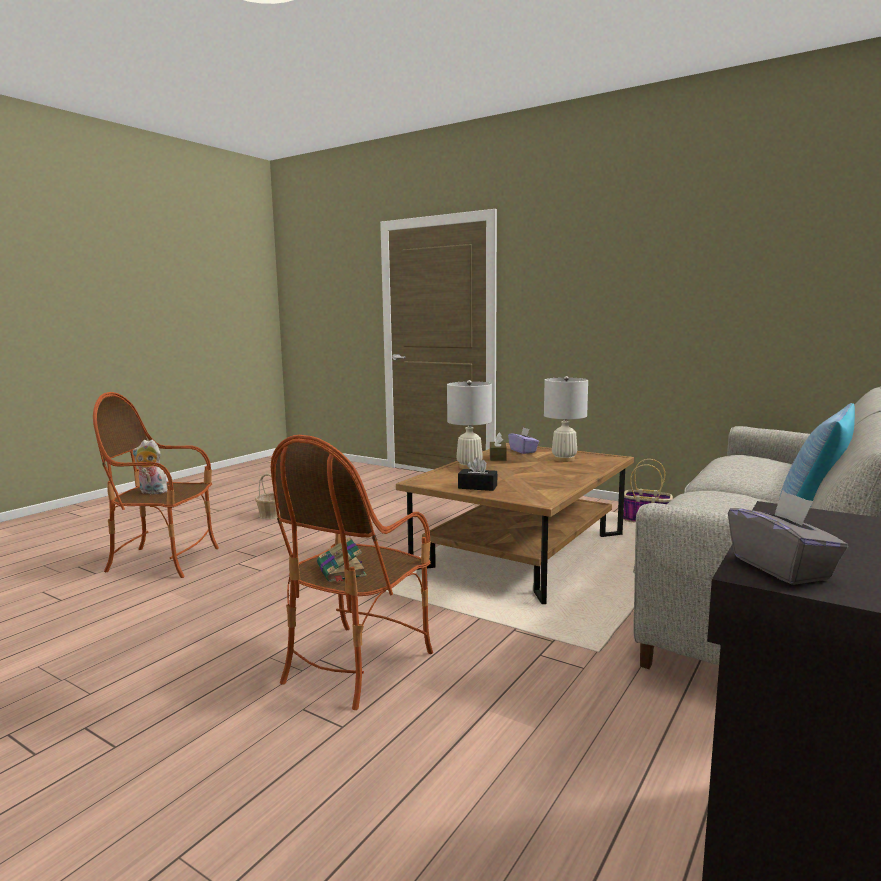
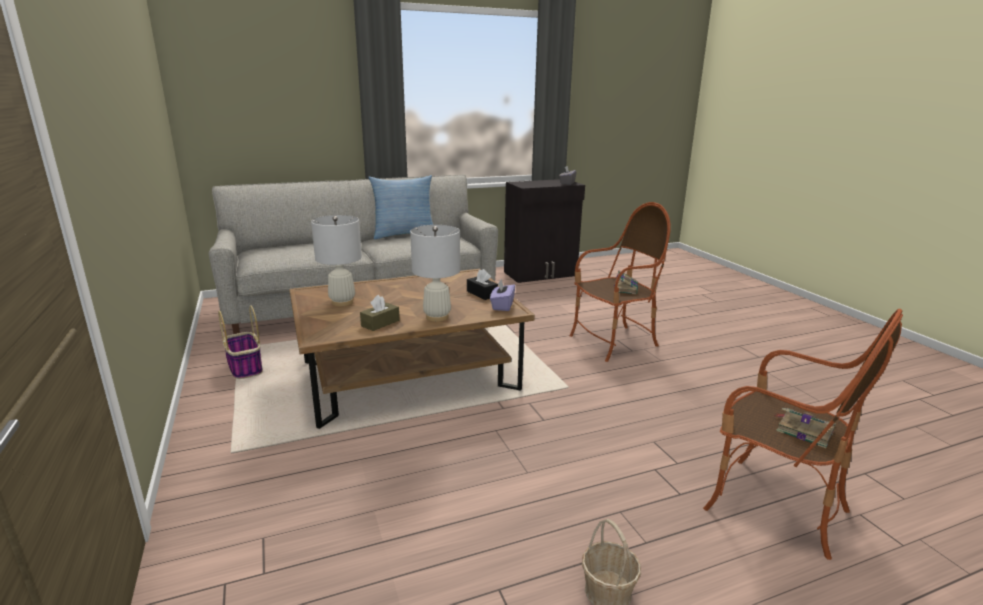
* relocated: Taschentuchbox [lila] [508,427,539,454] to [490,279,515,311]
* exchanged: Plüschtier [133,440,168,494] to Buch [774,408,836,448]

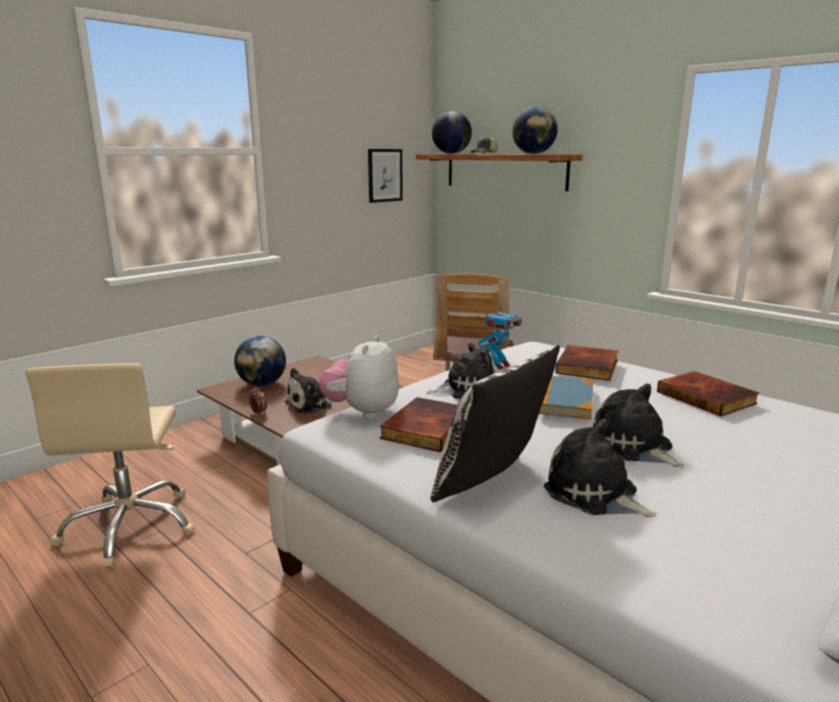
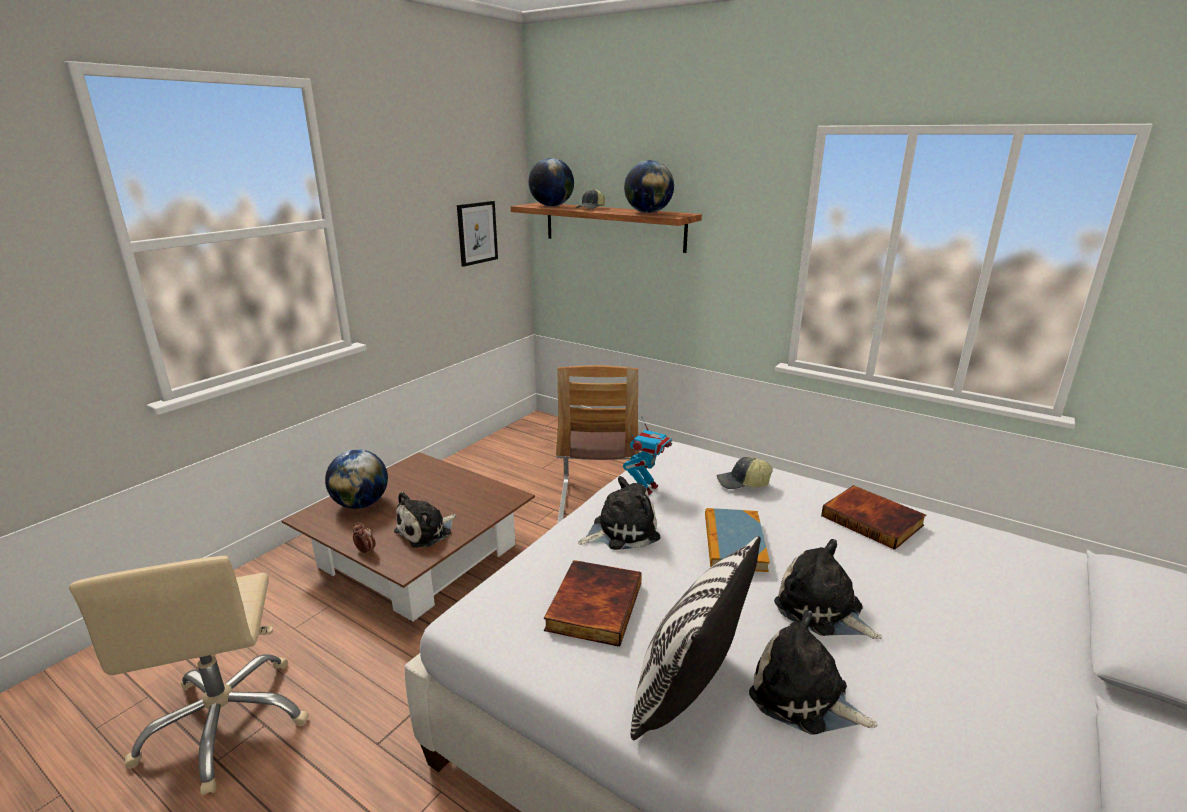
* missing: Plüschtier [319,335,399,419]
* exchanged: Buch [556,345,618,381] to Kappe [717,457,773,489]

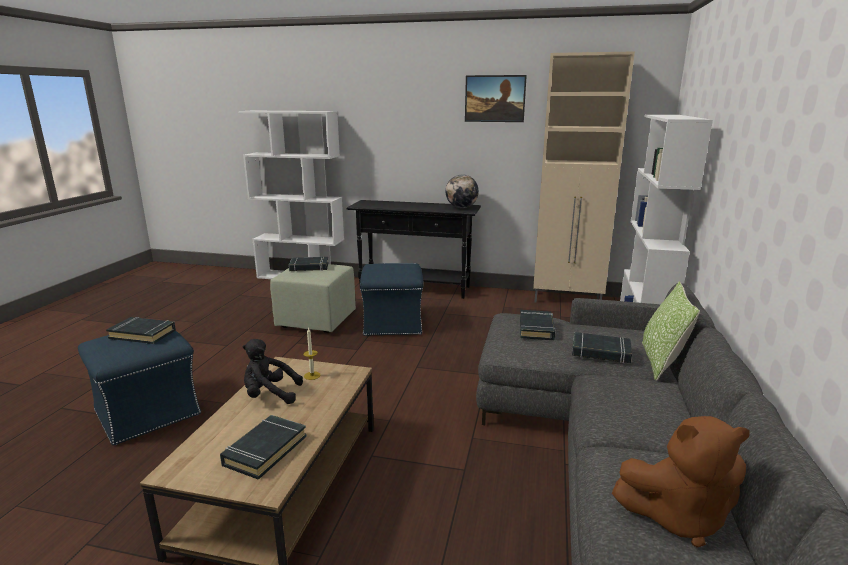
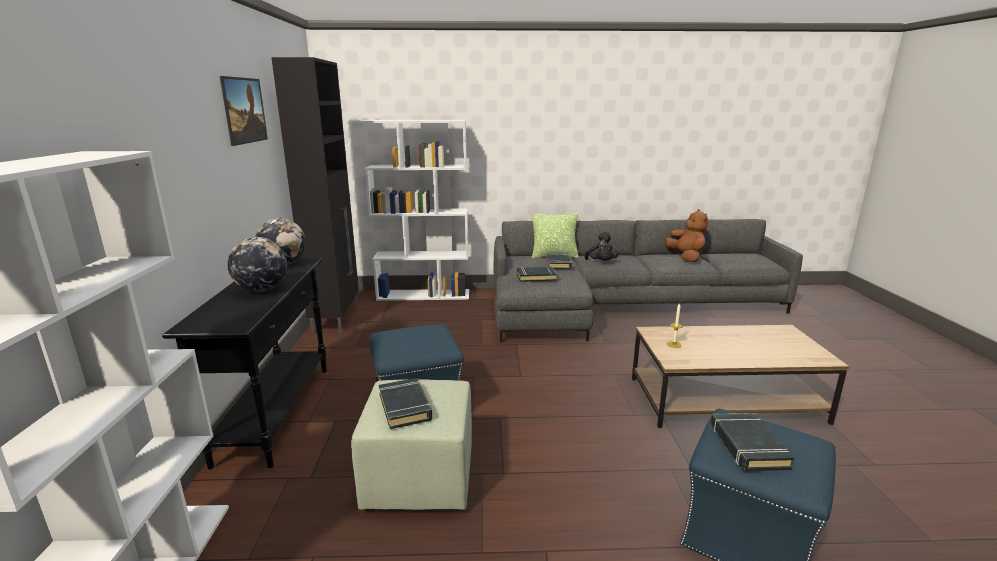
* colour: Schrank [beige] [533,51,635,303] to Schrank [schwarz] [271,57,359,333]
* relocated: Plüschtier [schwarz] [242,339,303,404] to [585,232,619,261]
* missing: Buch [schwarz] [220,415,307,480]
* appeared: Globus [227,237,287,292]

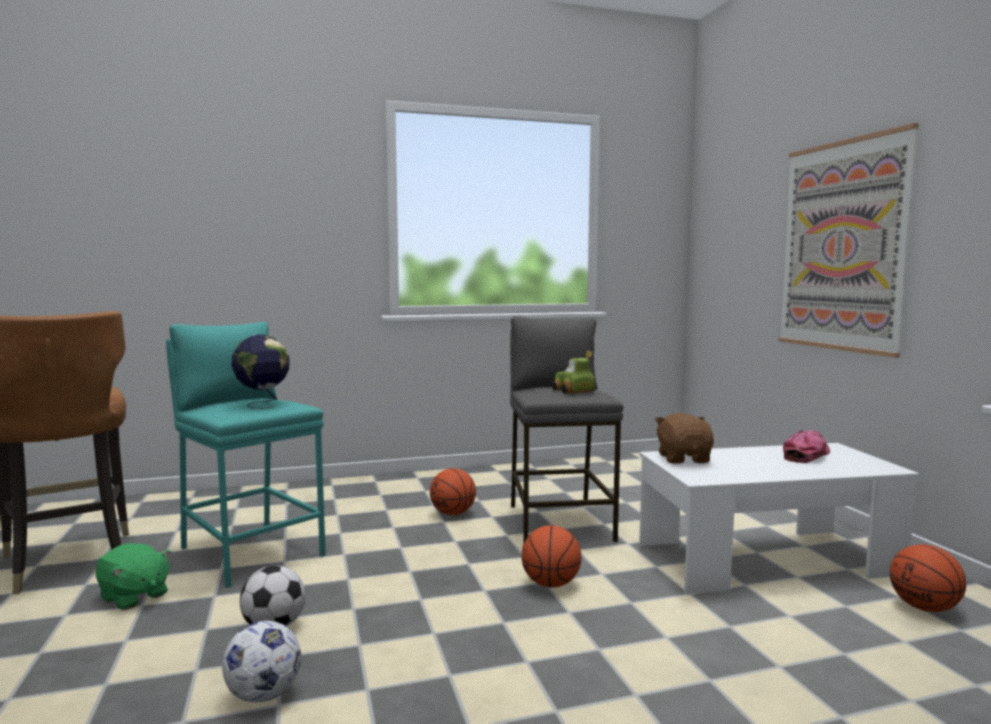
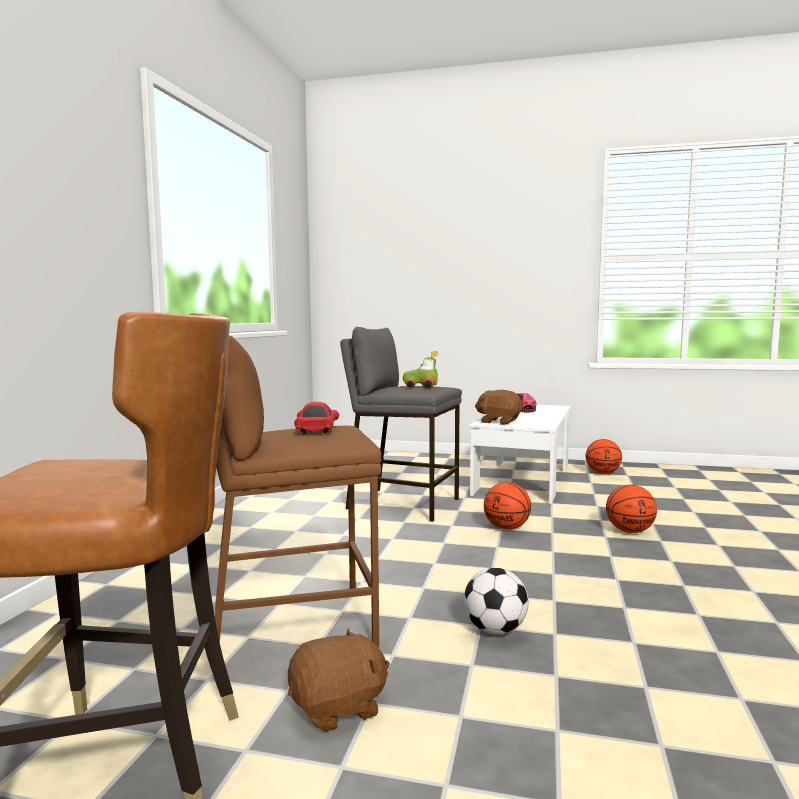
* missing: Bild [779,123,919,358]
* colour: Hocker [türkis] [166,322,326,588] to Hocker [braun] [215,336,381,647]
* exchanged: Globus [231,334,290,409] to Spielzeugauto [rot] [294,402,339,434]
* relocated: Basketball [430,468,476,515] to [606,485,657,533]
* colour: Plüschtier [grün] [96,543,171,610] to Plüschtier [braun] [288,628,390,732]
* missing: Fußball [222,621,301,702]

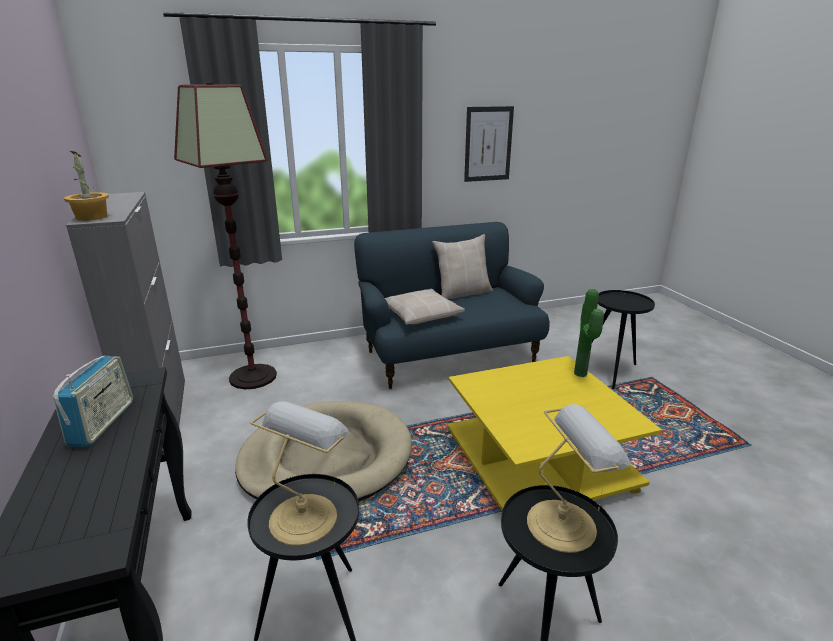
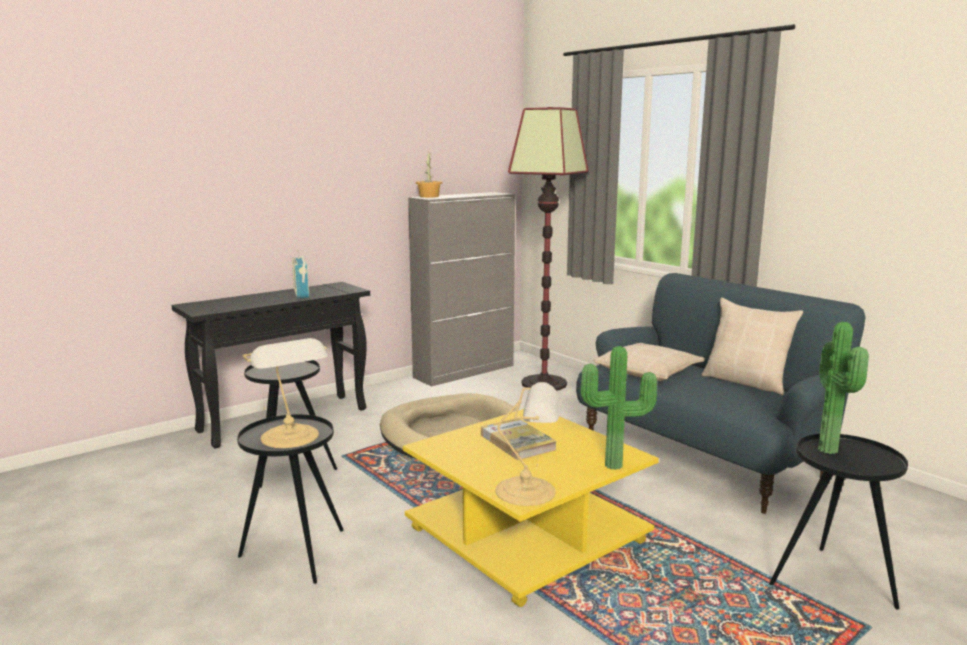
* missing: Bild [464,106,514,182]
* spun: Radio [53,356,134,447] = [292,250,309,299] 90 degrees clockwise
* relocated: Tischlampe [250,402,349,546] to [496,382,561,506]
* appeared: Topfpflanze [818,322,869,454]
* appeared: Buch [481,418,557,460]

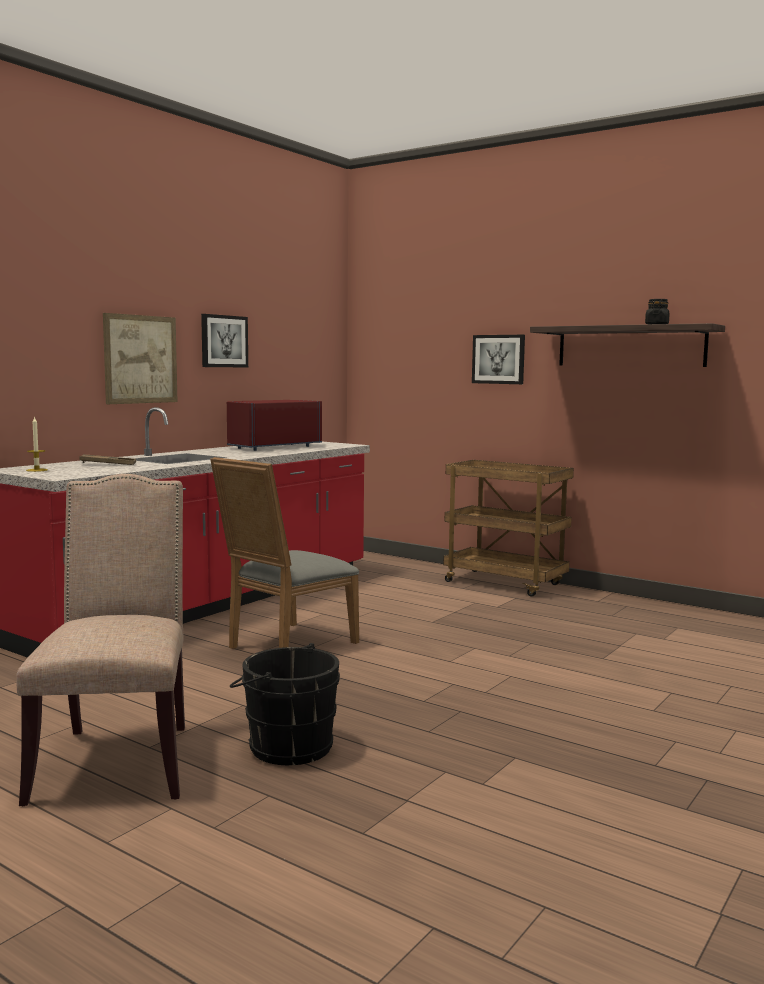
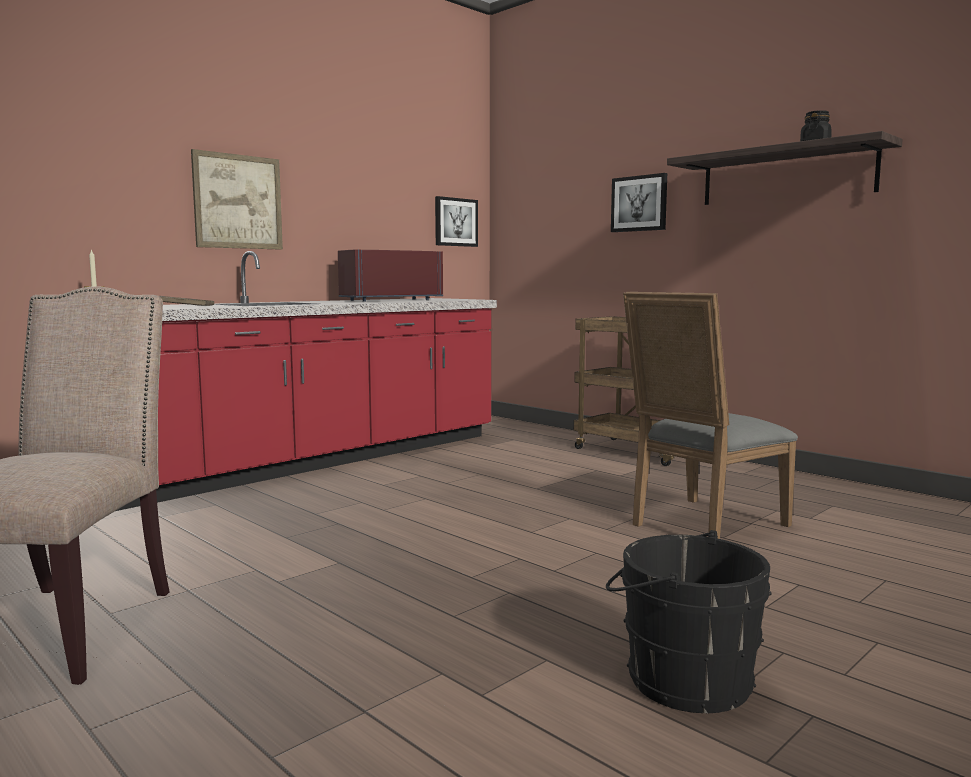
* relocated: Bild [201,314,248,367] to [435,196,478,247]
* relocated: Stuhl [grau] [210,457,359,649] to [623,292,798,539]
* relocated: Eimer [schwarz] [230,643,340,765] to [606,530,772,713]

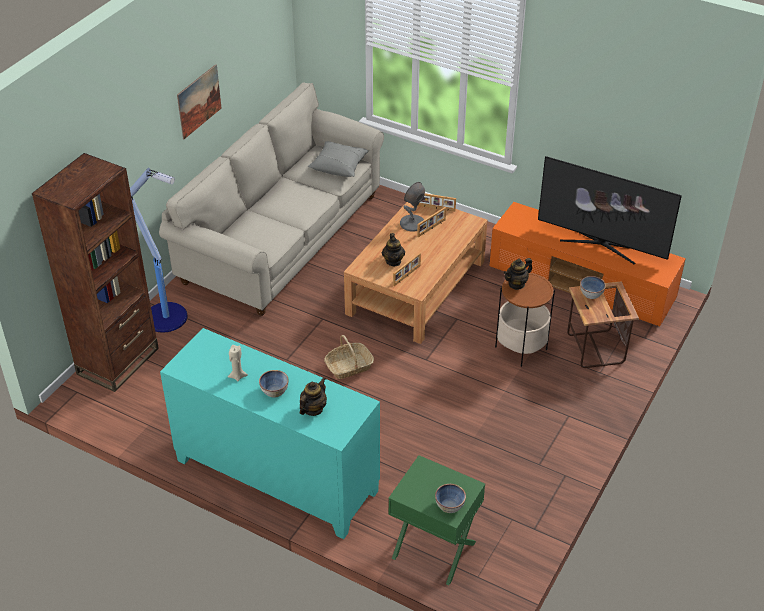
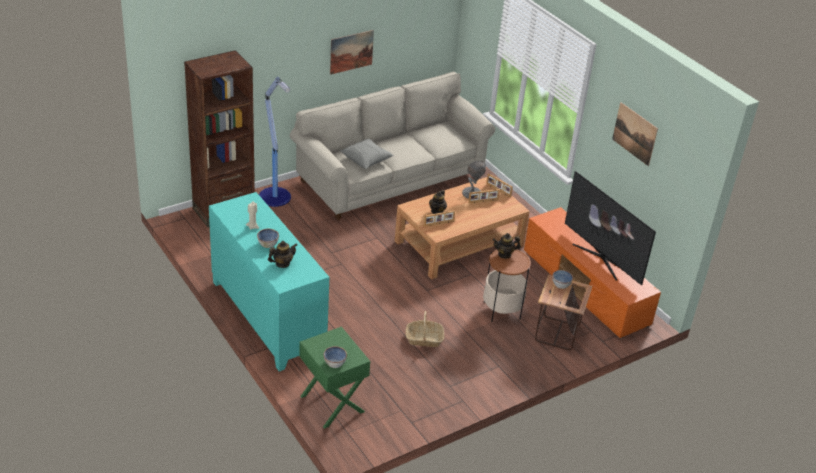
* relocated: Kissen [grau] [308,141,369,177] to [340,139,394,169]
* relocated: Korb [324,335,374,379] to [405,311,444,347]
* appeared: Bild [612,102,658,166]

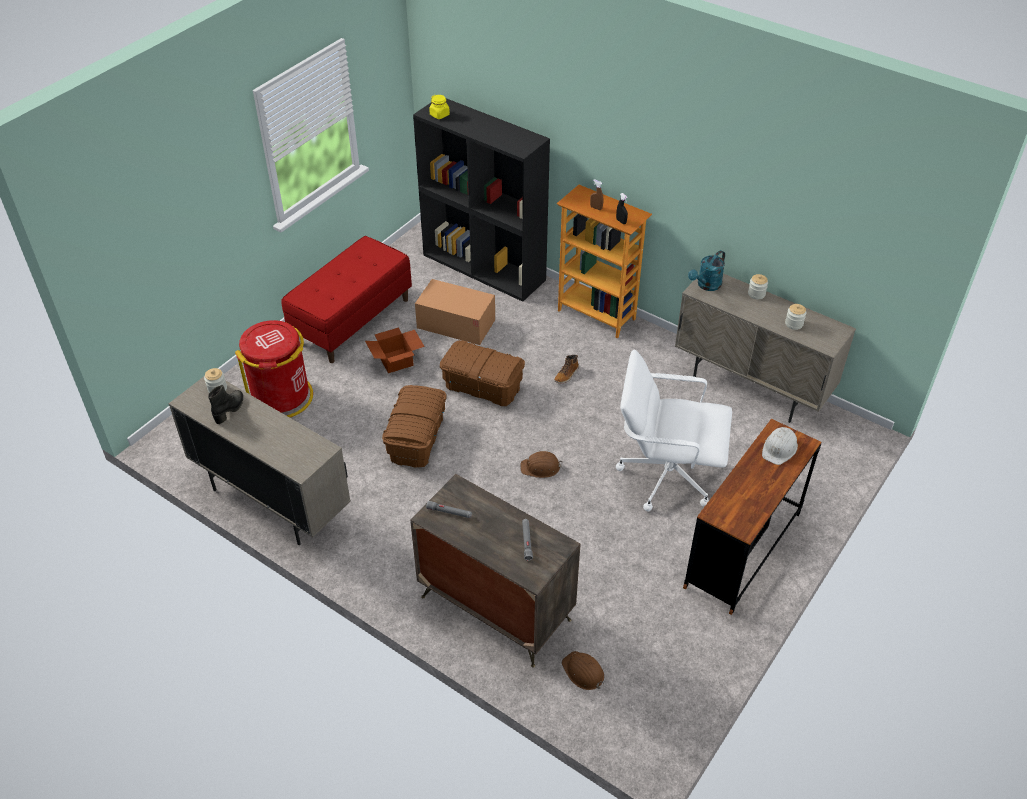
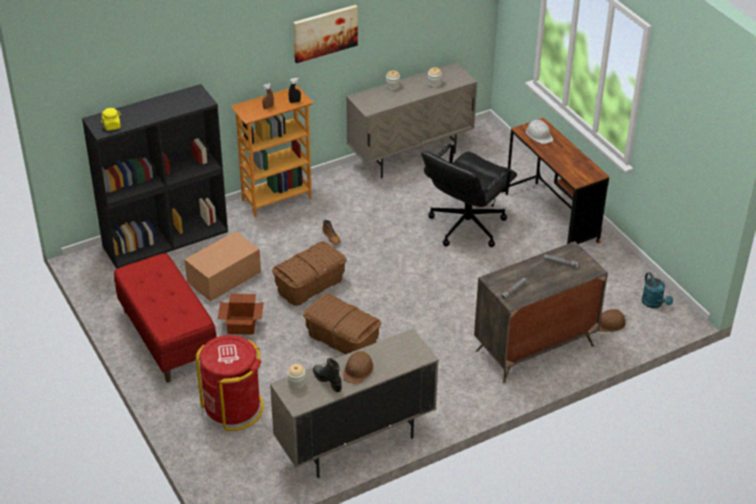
* relocated: Gießkanne [türkis] [688,250,725,291] to [641,272,673,308]
* colour: Bürostuhl [weiß] [616,349,732,511] to Bürostuhl [schwarz] [421,144,517,247]
* relocated: Schutzhelm [braun] [520,451,563,478] to [343,351,374,384]
* appeared: Bild [293,5,358,63]

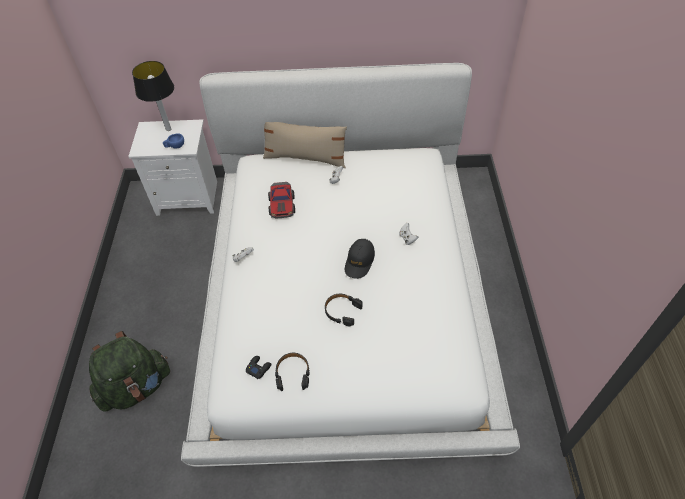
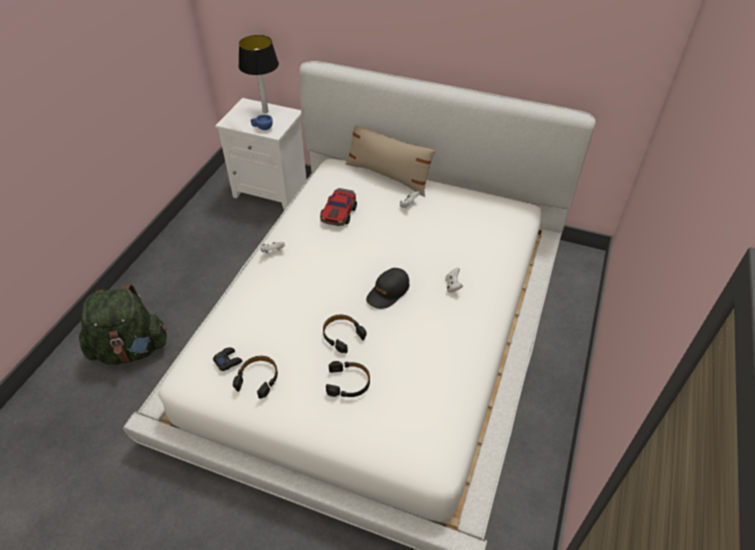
* appeared: Kopfhörer [schwarz] [326,361,370,397]

